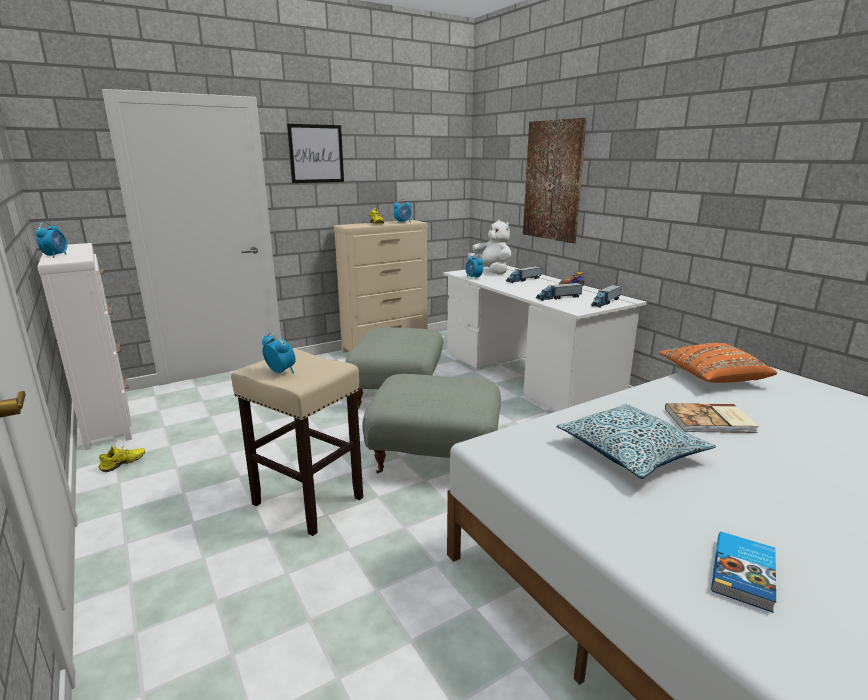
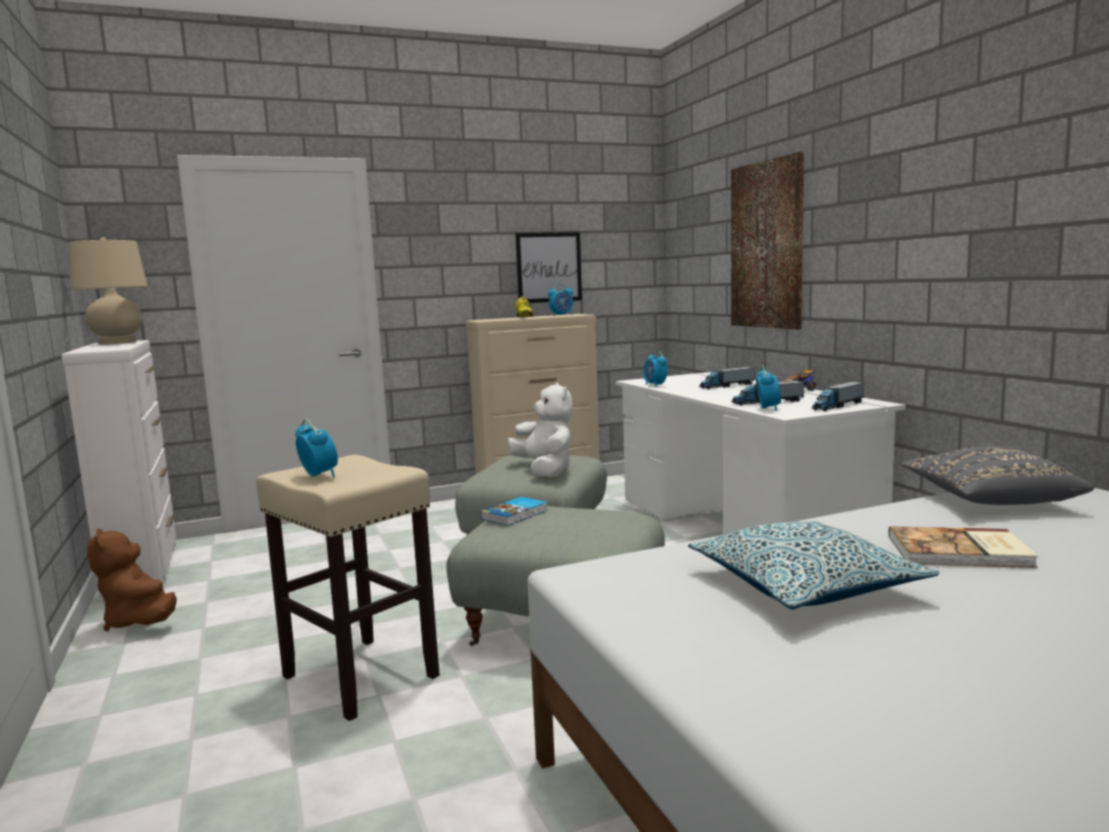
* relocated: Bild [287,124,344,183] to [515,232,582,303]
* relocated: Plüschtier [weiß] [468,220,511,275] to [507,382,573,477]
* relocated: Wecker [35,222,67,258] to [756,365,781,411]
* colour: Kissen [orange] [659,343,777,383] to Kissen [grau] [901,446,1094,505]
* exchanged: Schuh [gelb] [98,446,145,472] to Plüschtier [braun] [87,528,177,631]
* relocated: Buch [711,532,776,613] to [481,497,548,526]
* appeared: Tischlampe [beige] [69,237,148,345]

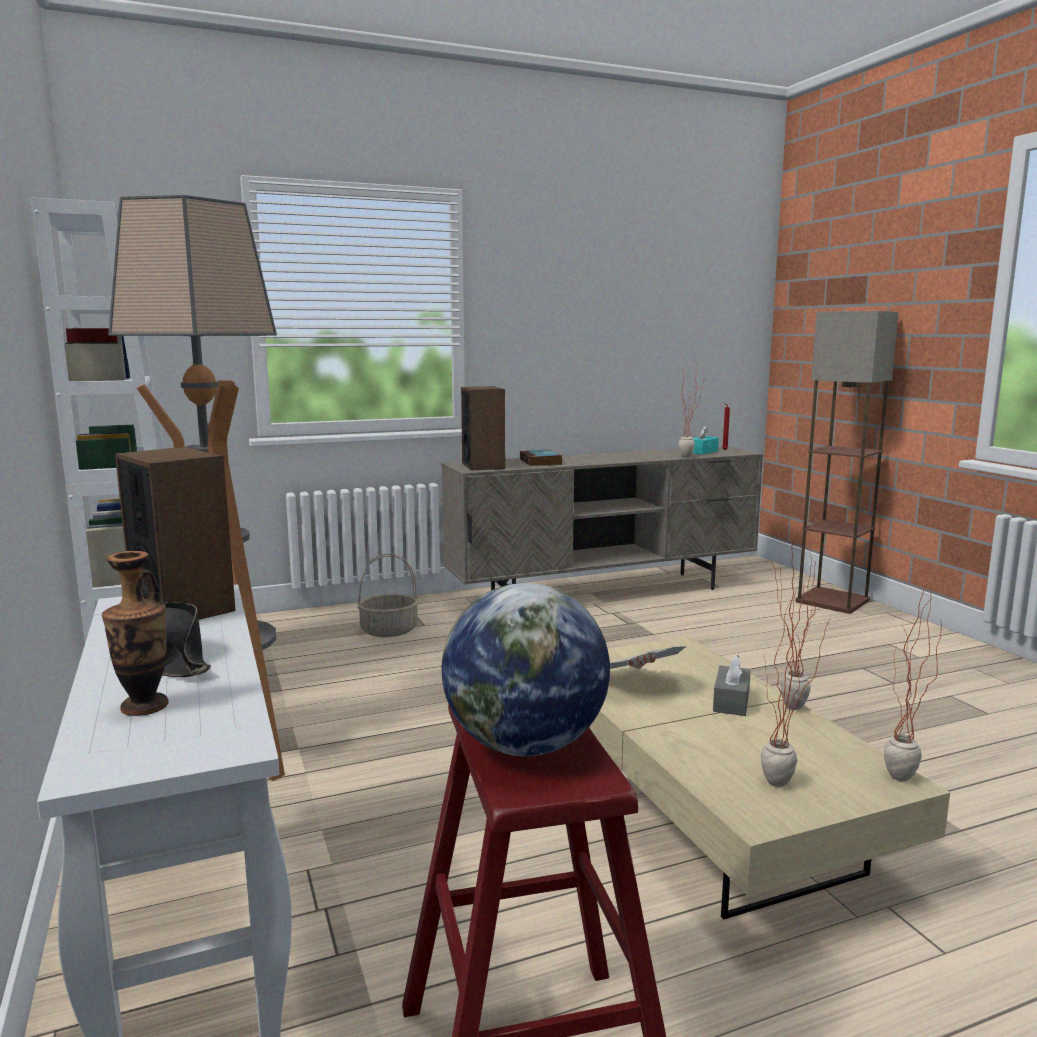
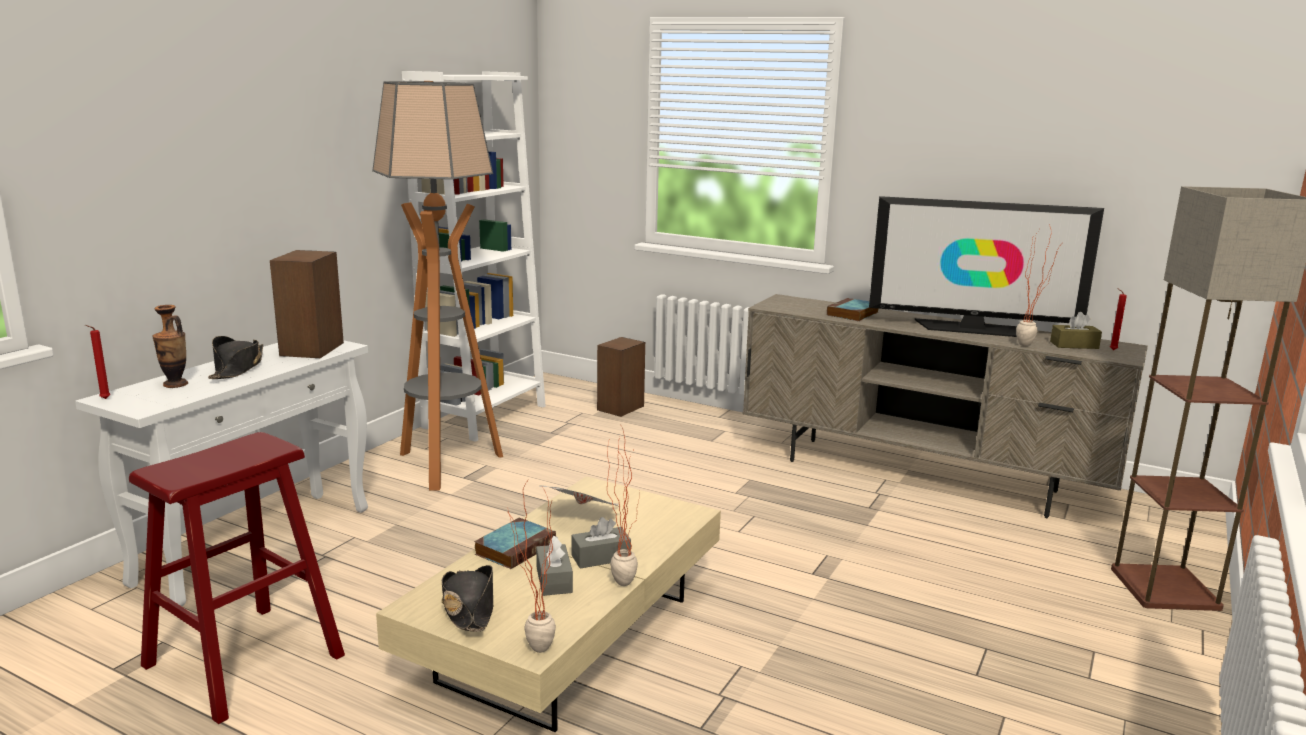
* relocated: Lautsprecher [461,387,505,470] to [597,337,645,417]
* colour: Taschentuchbox [türkis] [692,425,719,455] to Taschentuchbox [braun] [1050,312,1102,349]
* missing: Korb [357,554,419,637]
* exchanged: Topfpflanze [761,582,829,787] to Hut [schwarz] [442,565,493,632]
* missing: Globus [442,583,610,756]
* appeared: Fernseher [869,196,1104,337]
* appeared: Kerze [rot] [85,325,111,399]
* appeared: Buch [474,518,556,569]
* appeared: Taschentuchbox [grau] [536,536,573,596]

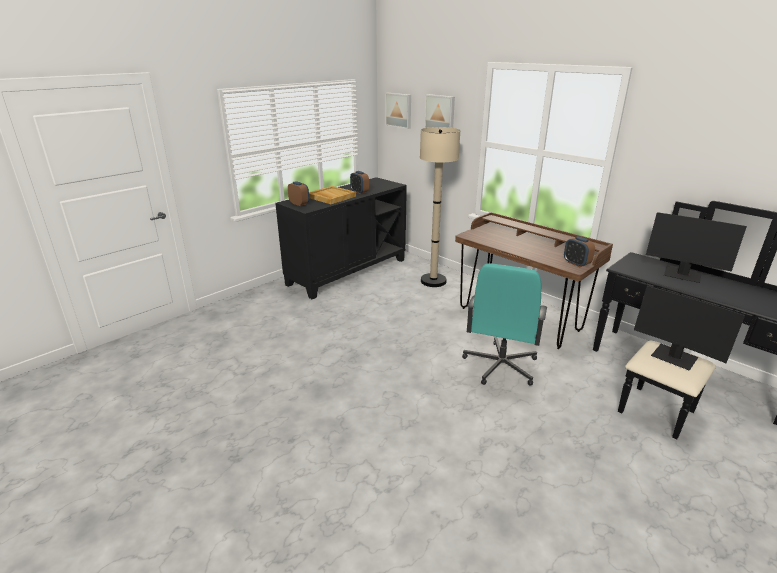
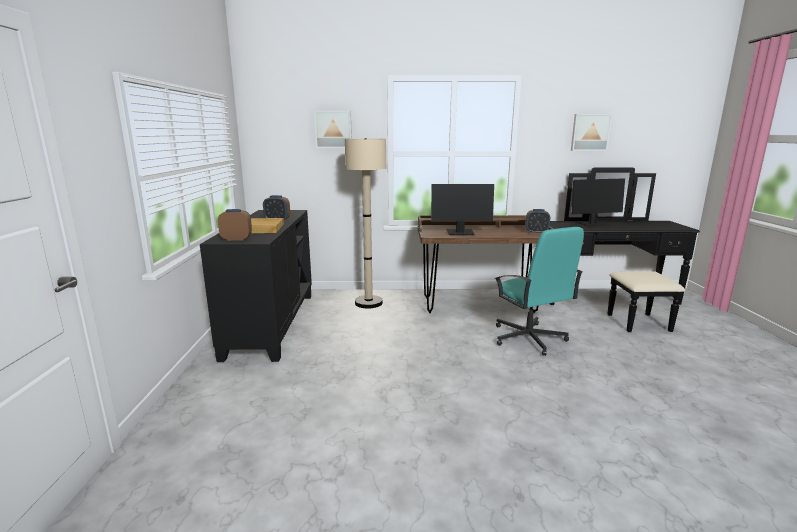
* relocated: Bild [385,93,411,129] to [571,114,612,151]
* relocated: Monitor [634,286,745,371] to [431,184,494,235]

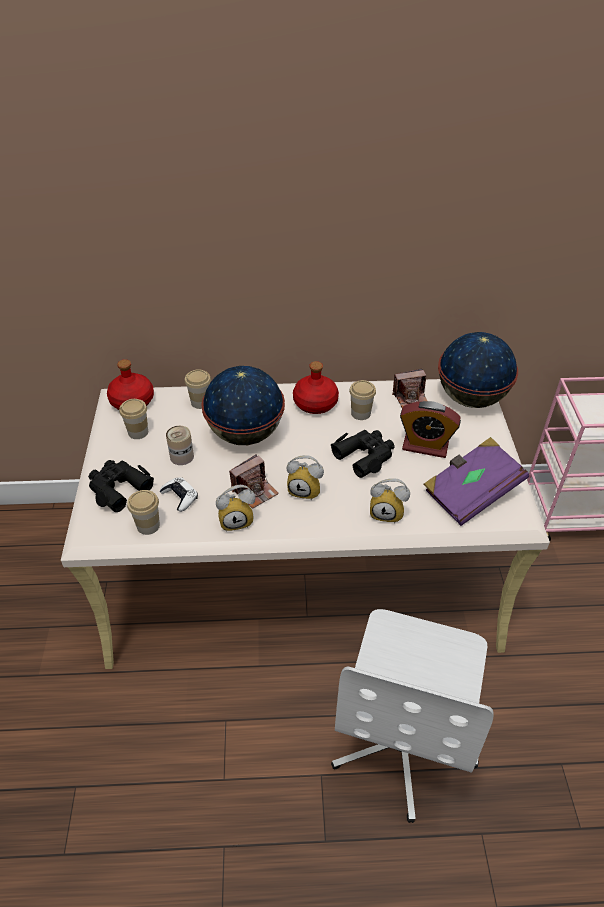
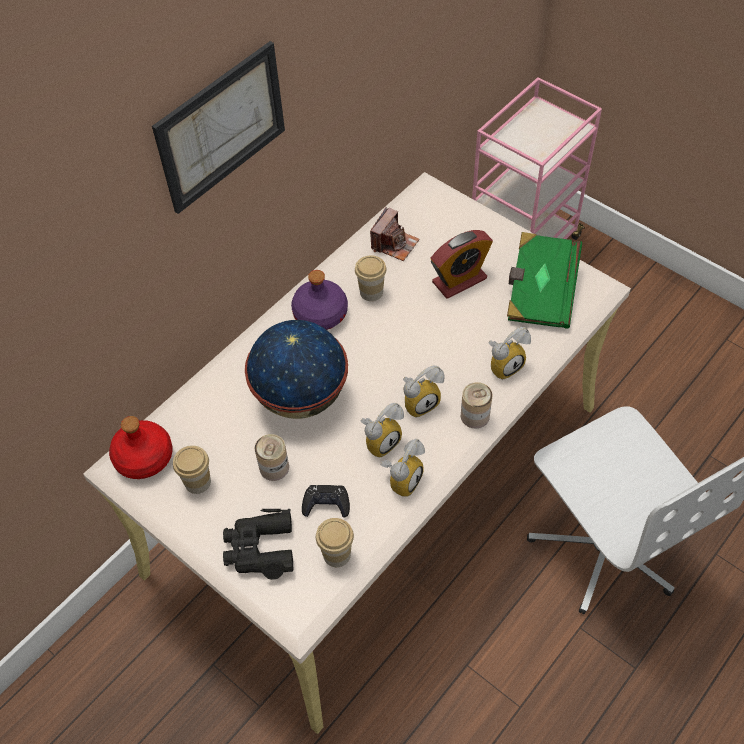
* missing: Globus [438,332,518,408]
* colour: Flasche [rot] [293,361,339,414] to Flasche [lila] [291,270,348,330]
* missing: Tasse [185,369,211,409]
* missing: Fernglas [schwarz] [331,430,395,478]
* colour: Buch [lila] [423,437,529,526] to Buch [grün] [507,232,582,329]
* exchanged: Kamera [229,454,279,509] to Wecker [361,403,404,458]
* colour: Gamepad [weiß] [160,477,198,512] to Gamepad [schwarz] [302,485,350,518]
* appeared: Bild [152,41,285,214]
* appeared: Dose [461,382,492,429]

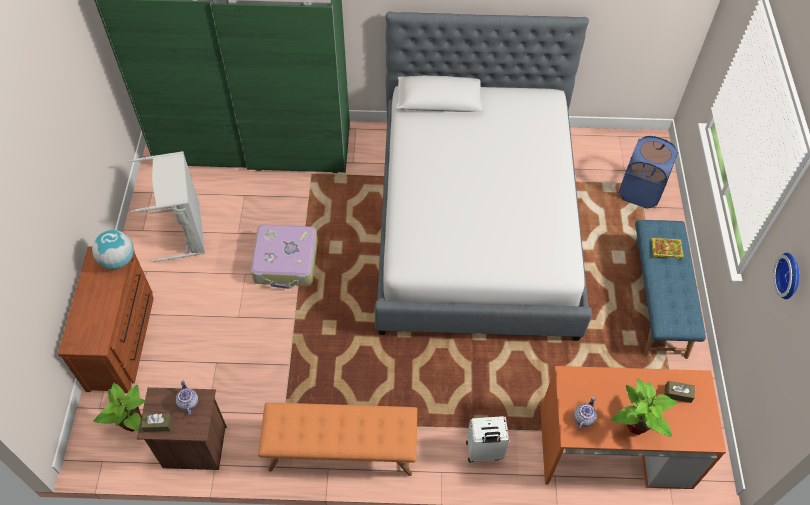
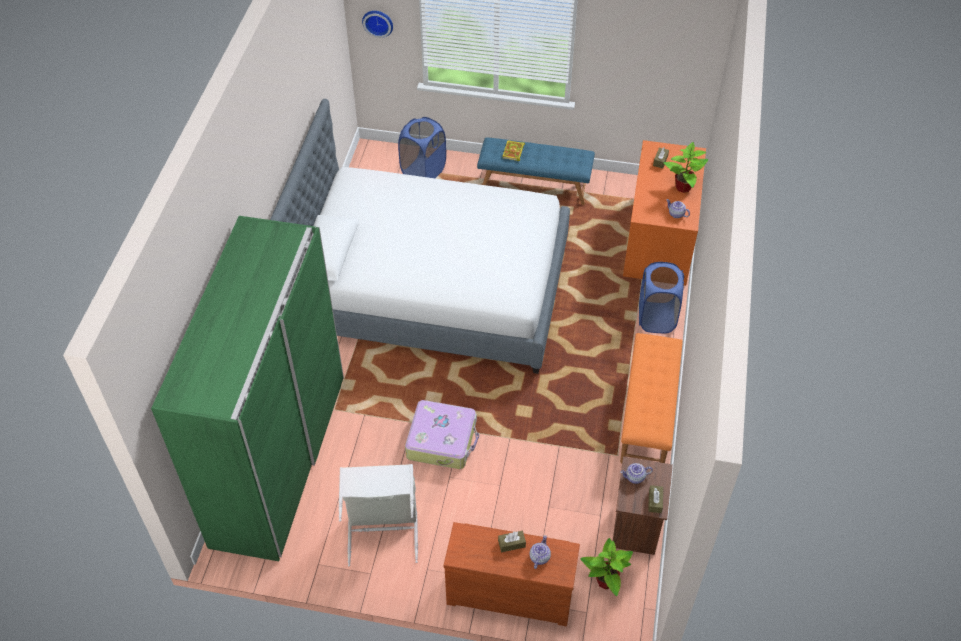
* missing: Globus [92,230,134,269]
* relocated: Wanduhr [773,253,799,299] to [362,11,393,38]
* exchanged: Koffer [weiß] [466,416,509,462] to Wäschekorb [blau] [639,262,684,333]
* appeared: Taschentuchbox [braun] [498,531,526,552]
* appeared: Teekanne [529,535,551,569]

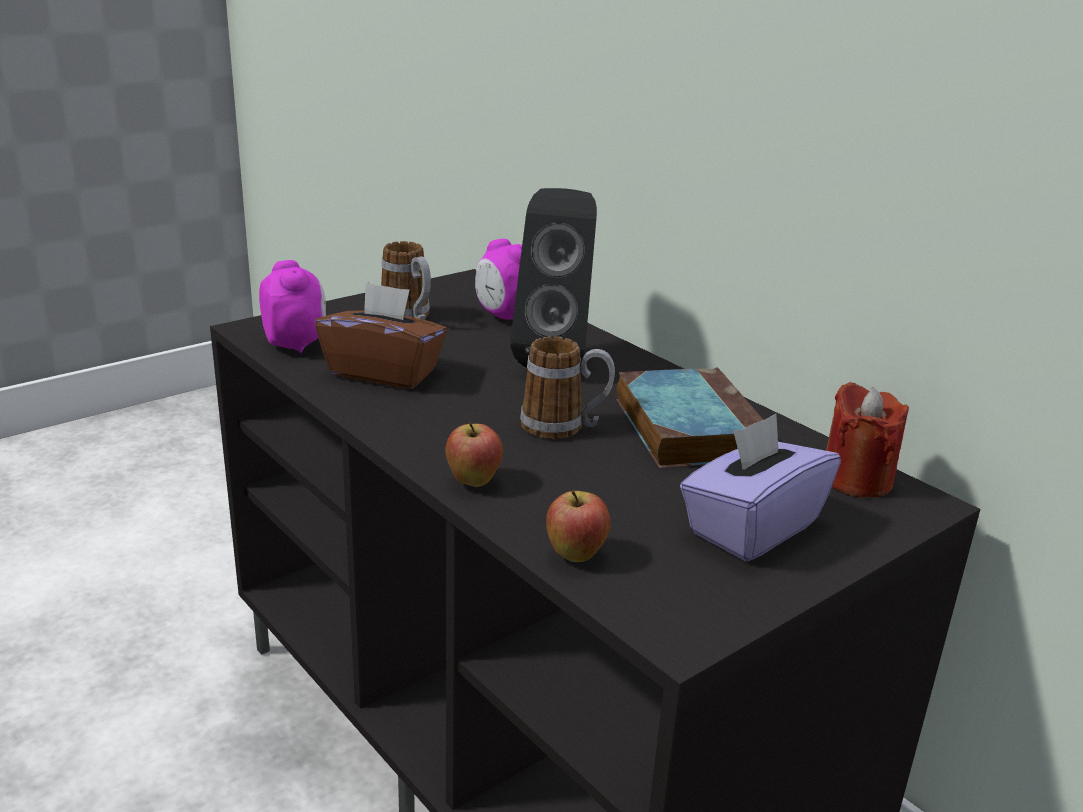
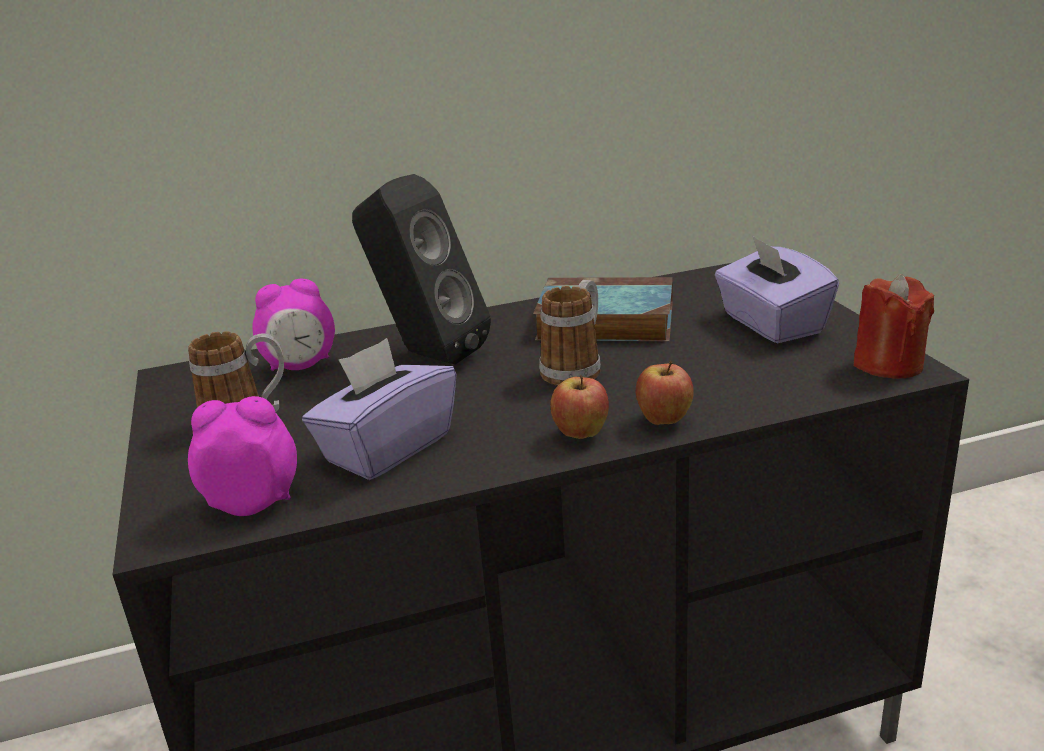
* colour: Taschentuchbox [braun] [315,282,447,389] to Taschentuchbox [lila] [302,338,457,480]
* relocated: Kerze [rot] [826,382,909,498] to [853,274,934,379]
* relocated: Apfel [546,490,611,562] to [550,375,609,439]

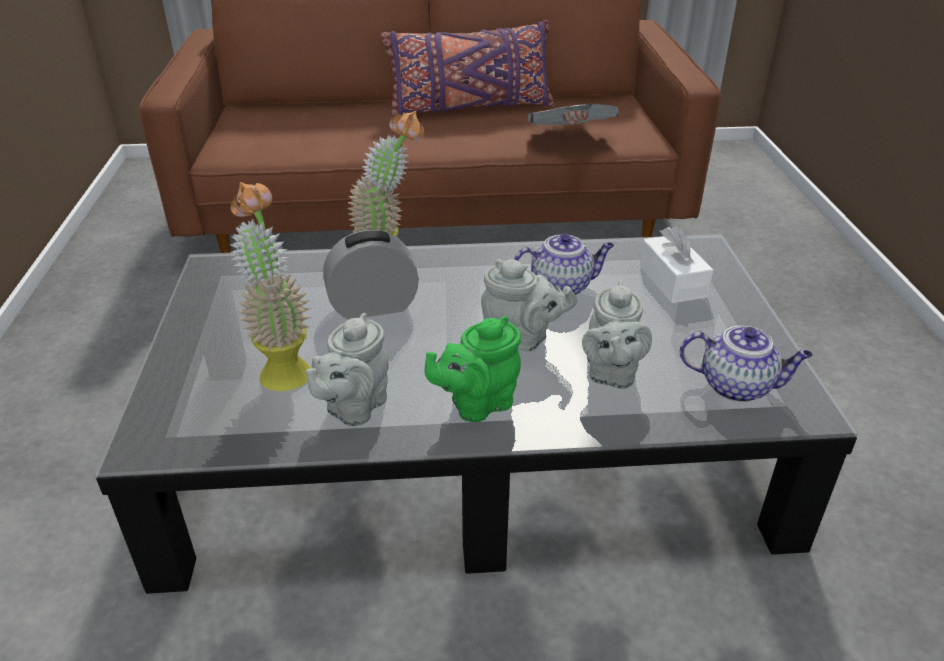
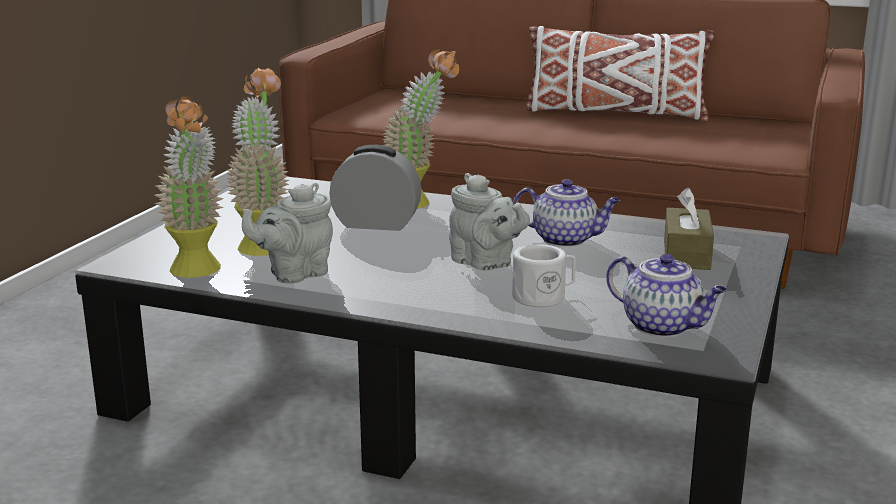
* colour: Kissen [lila] [381,20,554,117] to Kissen [weiß] [526,26,714,121]
* missing: Zeitung [528,104,619,125]
* colour: Taschentuchbox [weiß] [640,225,714,303] to Taschentuchbox [braun] [664,188,714,270]
* exchanged: Teekanne [grau] [582,280,652,389] to Henkelbecher [weiß] [512,244,576,307]
* missing: Teekanne [grün] [425,316,521,422]
* appeared: Topfpflanze [154,96,224,278]

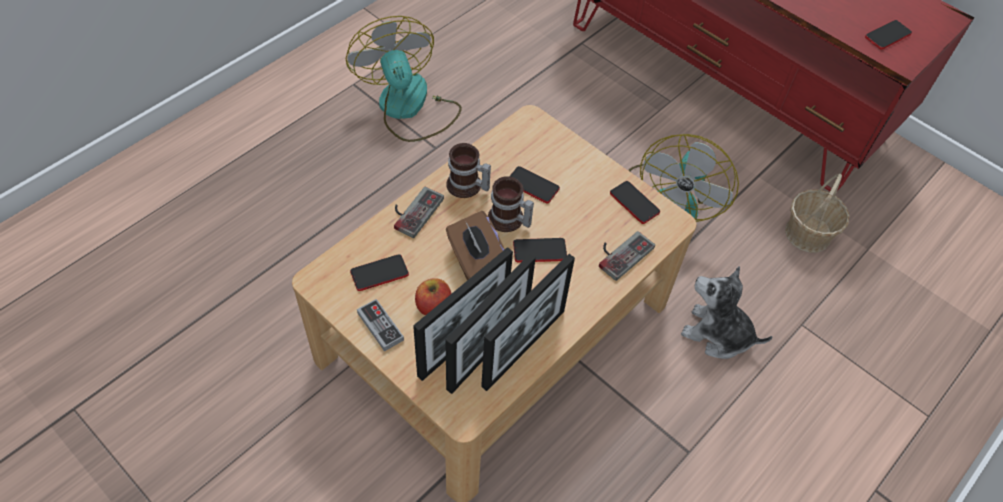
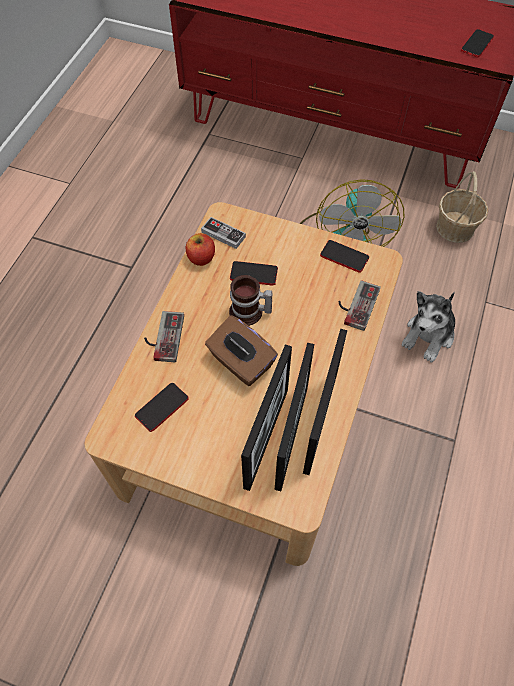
* missing: Ventilator [346,16,462,142]
* missing: Henkelbecher [446,143,491,198]
* missing: Handy [513,238,567,263]
* spun: Plüschtier [681,266,772,359] = [402,291,455,362] 60 degrees counterclockwise
* relocated: Apfel [415,278,451,315] to [186,233,215,266]
* relocated: Gamepad [357,299,404,352] to [201,217,246,249]

